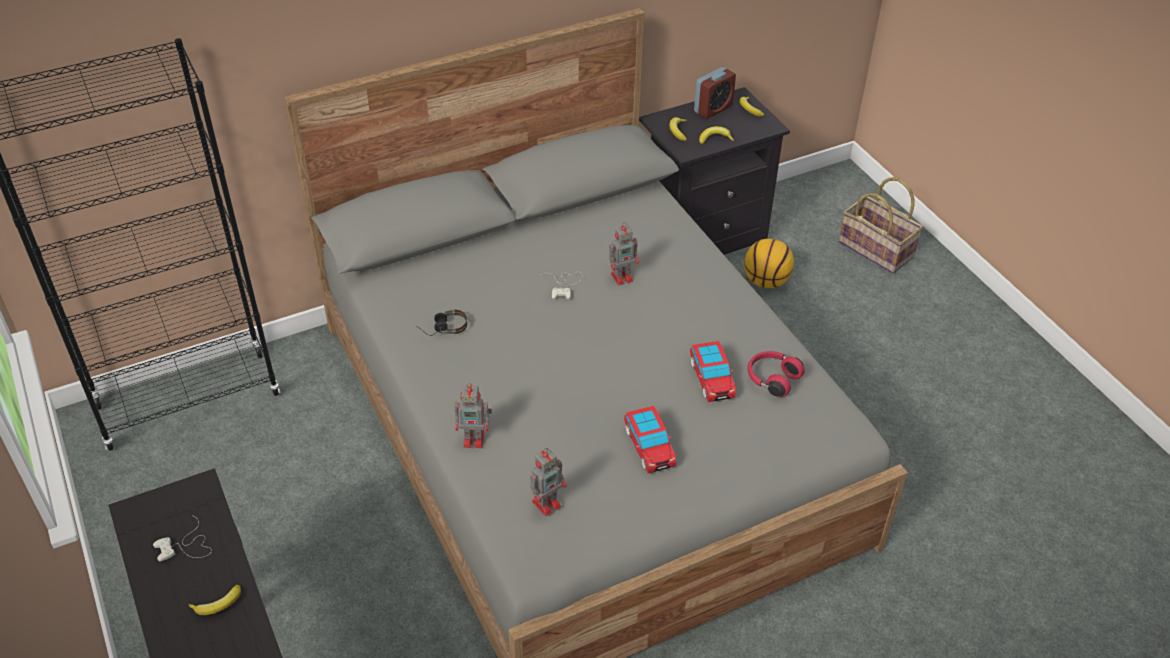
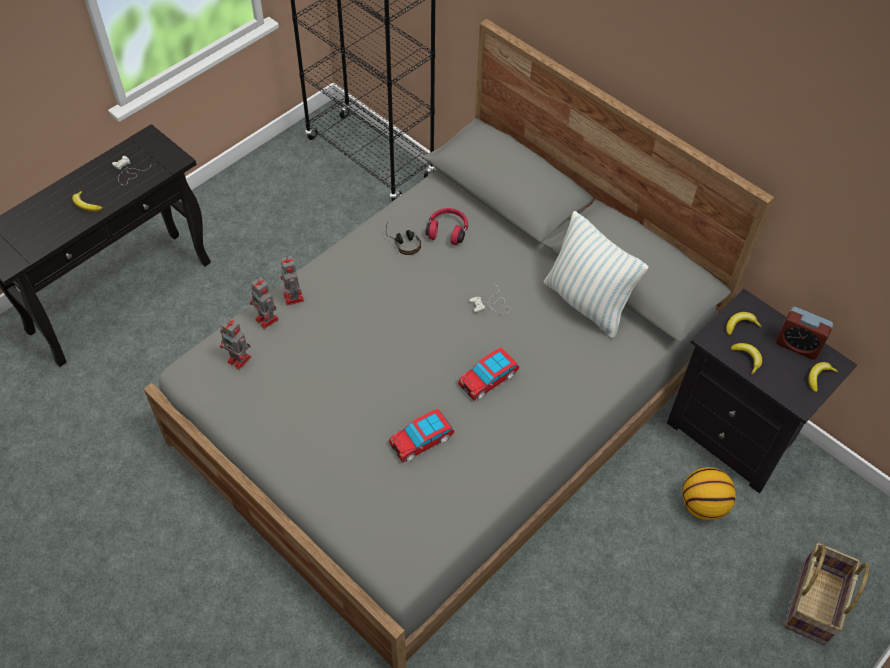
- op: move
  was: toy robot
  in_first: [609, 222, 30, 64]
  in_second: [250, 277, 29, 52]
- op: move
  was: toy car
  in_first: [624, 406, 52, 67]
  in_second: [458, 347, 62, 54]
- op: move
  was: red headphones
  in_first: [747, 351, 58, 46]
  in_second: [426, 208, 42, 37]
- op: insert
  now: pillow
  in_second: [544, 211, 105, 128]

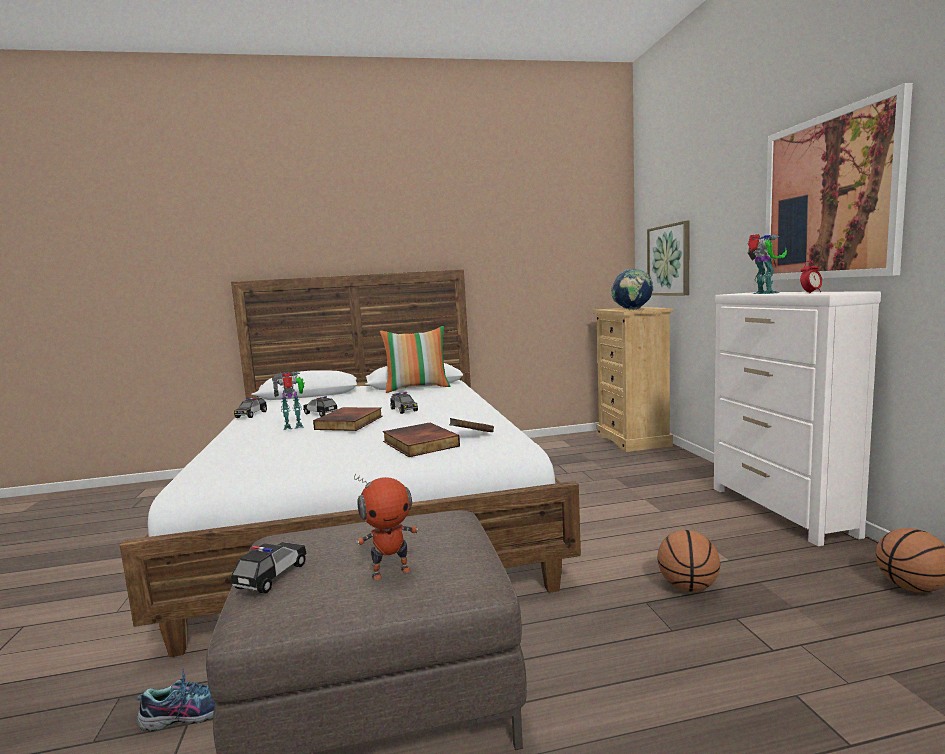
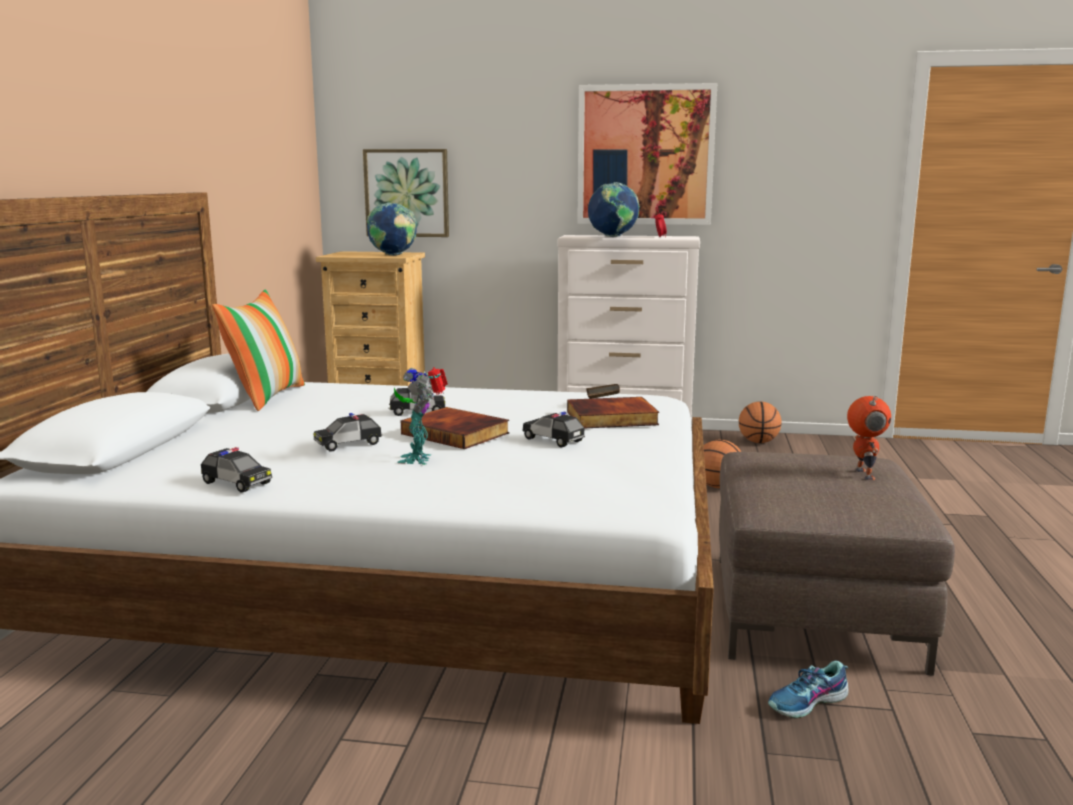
- op: rotate
  was: shoe
  in_first: [137, 668, 78, 63]
  in_second: [768, 661, 81, 58]
  clockwise: -120
- op: move
  was: toy car
  in_first: [231, 542, 76, 52]
  in_second: [522, 412, 63, 36]
- op: replace
  was: toy robot
  now: globe
  in_first: [748, 234, 39, 60]
  in_second: [588, 182, 52, 55]

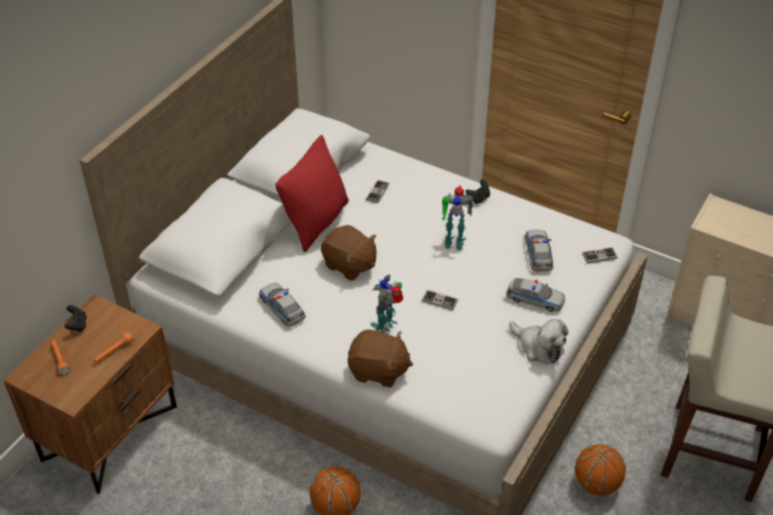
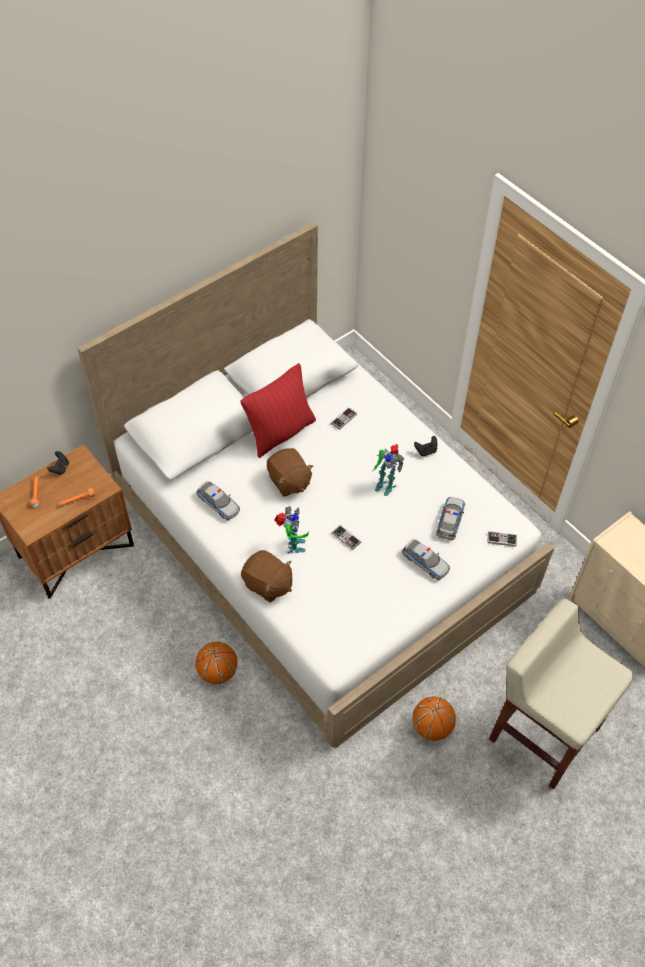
- op: rotate
  was: toy car
  in_first: [259, 283, 47, 44]
  in_second: [196, 481, 44, 39]
  clockwise: 150
- op: rotate
  was: toy robot
  in_first: [371, 274, 32, 59]
  in_second: [275, 506, 34, 48]
  clockwise: 120
- op: delete
  was: plush toy
  in_first: [509, 319, 60, 45]

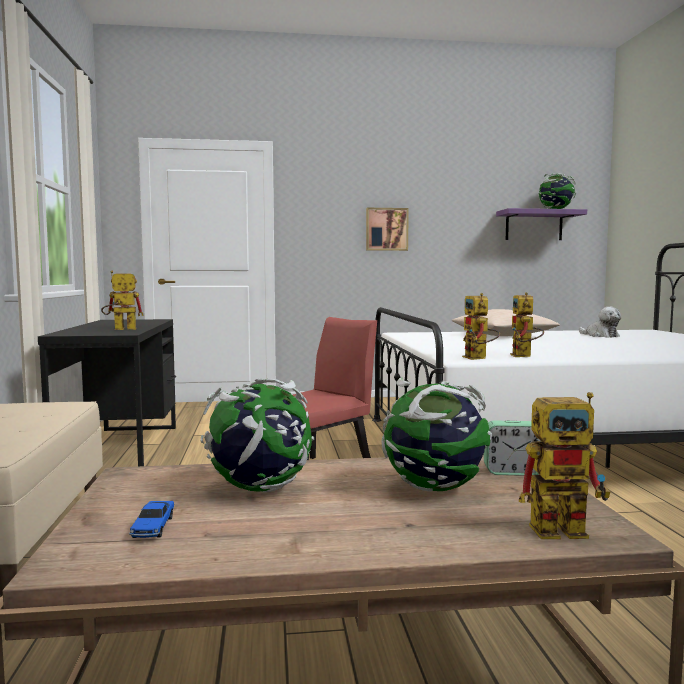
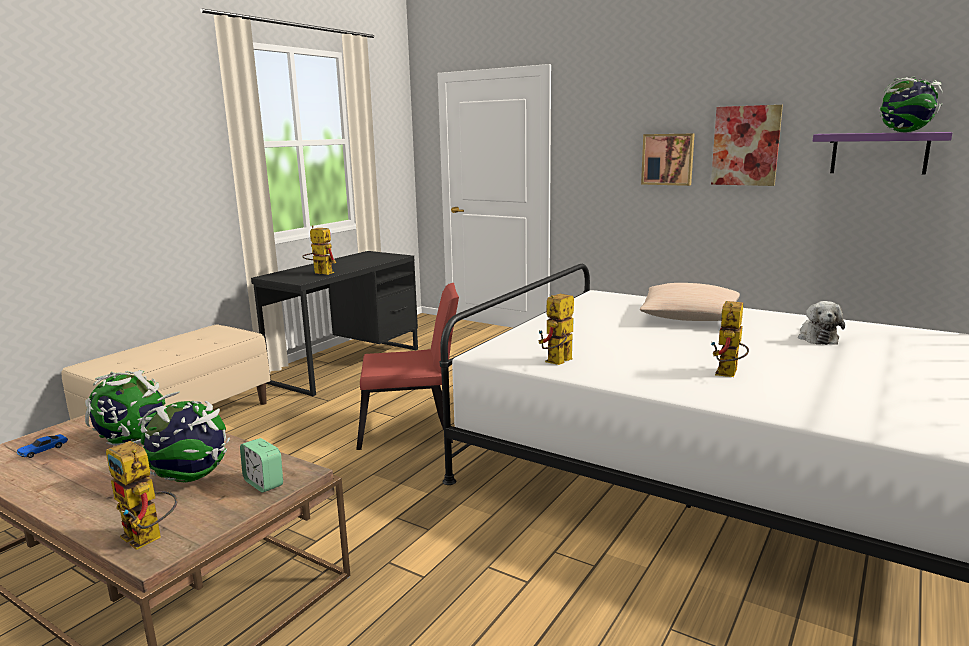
- op: move
  was: toy robot
  in_first: [462, 293, 38, 67]
  in_second: [711, 301, 38, 76]
- op: insert
  now: picture
  in_second: [711, 105, 72, 81]

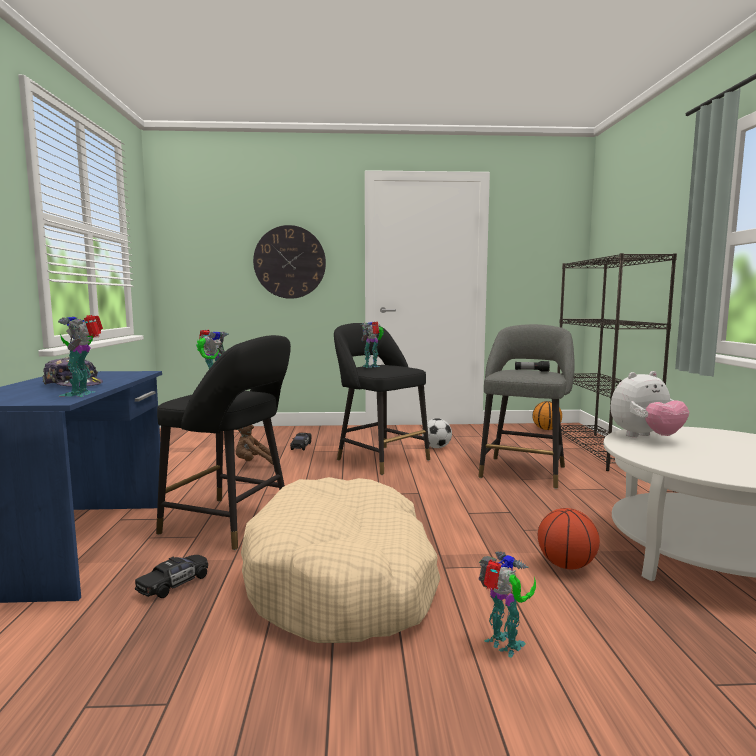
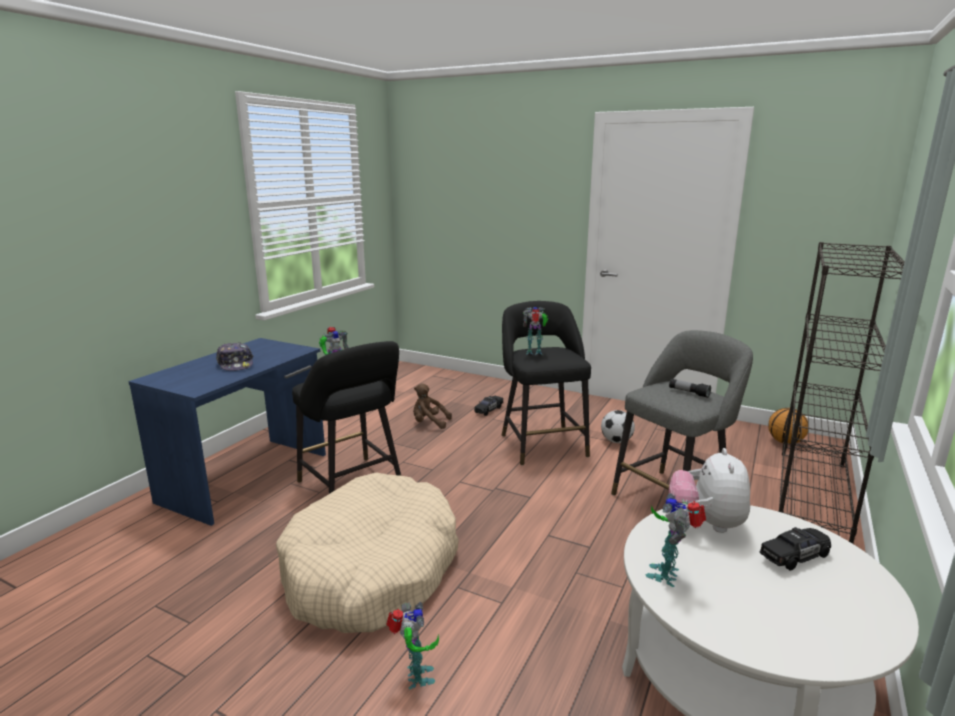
- op: move
  was: toy robot
  in_first: [58, 315, 45, 82]
  in_second: [646, 493, 60, 94]
- op: move
  was: black toy car
  in_first: [135, 555, 73, 43]
  in_second: [760, 527, 71, 44]
- op: delete
  was: wall clock
  in_first: [253, 225, 73, 74]
- op: delete
  was: basketball
  in_first: [538, 508, 62, 61]
- op: rotate
  was: plush toy
  in_first: [610, 371, 79, 66]
  in_second: [669, 448, 81, 85]
  clockwise: 90

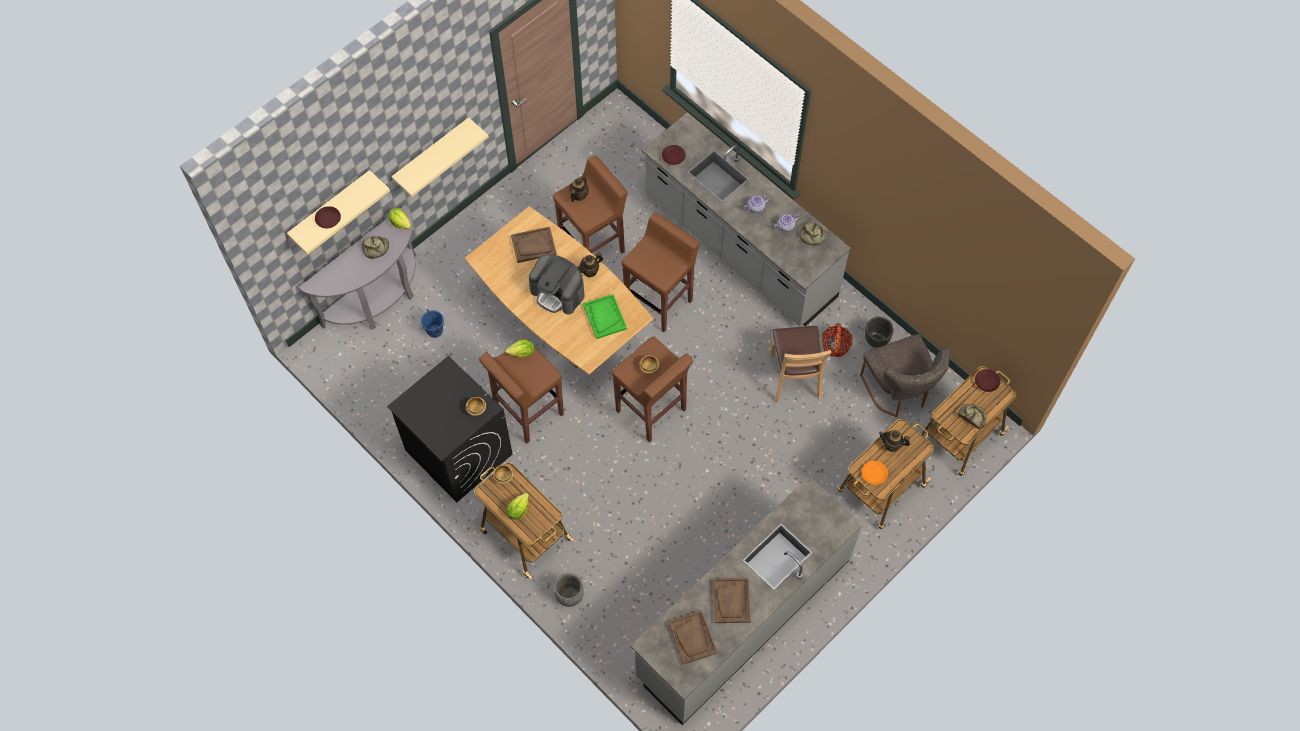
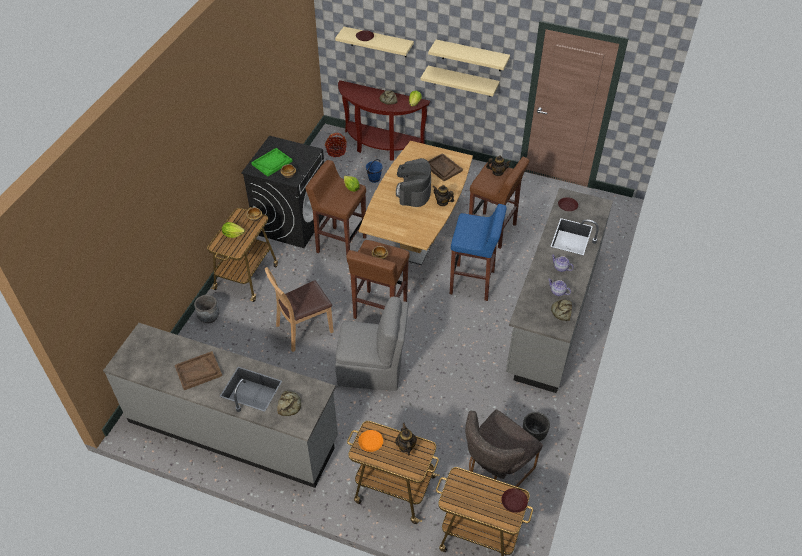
- op: recolor
  was: grey console table
  now: brown console table
  in_first: [299, 205, 117, 125]
  in_second: [338, 80, 92, 81]
- op: move
  was: green tray
  in_first: [583, 294, 44, 45]
  in_second: [251, 148, 42, 29]
- op: recolor
  was: brown stool
  now: blue stool
  in_first: [622, 213, 78, 119]
  in_second: [450, 204, 57, 97]
- op: delete
  was: brown tray
  in_first: [668, 610, 49, 55]
- op: move
  was: brown chair
  in_first: [770, 326, 61, 77]
  in_second: [265, 267, 69, 85]
- op: move
  was: basket
  in_first: [822, 323, 31, 34]
  in_second: [325, 133, 22, 24]
- op: move
  was: bread
  in_first: [957, 404, 29, 25]
  in_second: [277, 391, 24, 25]
- op: insert
  now: grey chair
  in_second: [335, 296, 74, 95]
- op: insert
  now: beige shelf
  in_second: [428, 40, 82, 31]

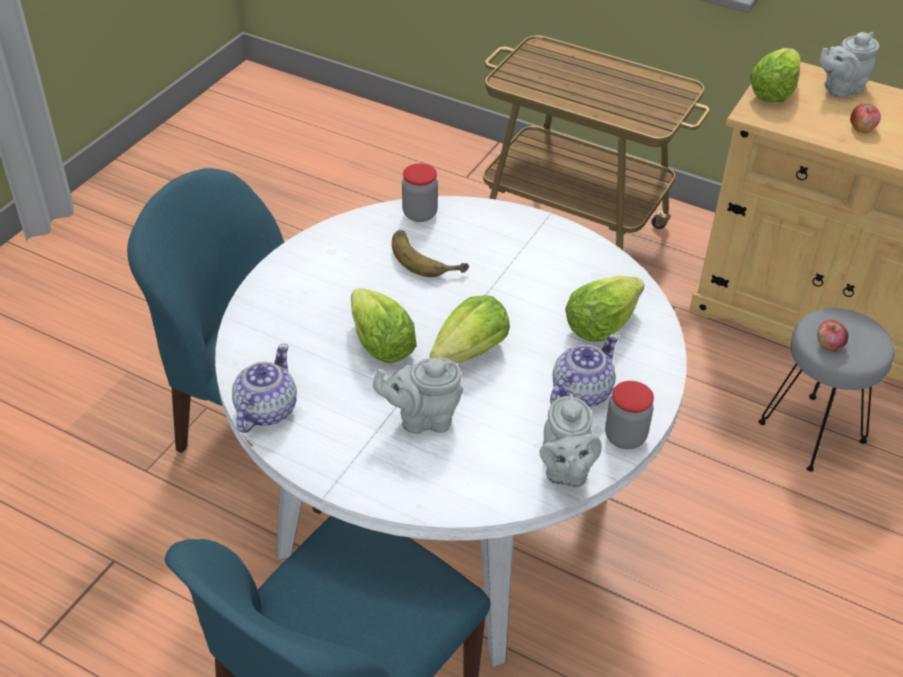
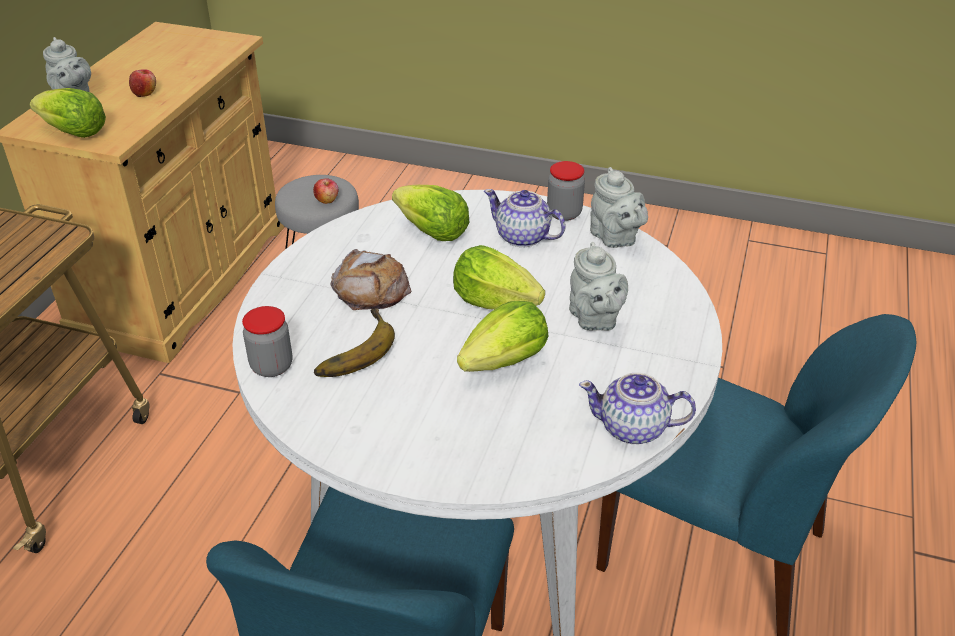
- op: rotate
  was: grey teapot
  in_first: [540, 394, 62, 94]
  in_second: [590, 167, 58, 81]
  clockwise: 75
- op: insert
  now: bread
  in_second: [330, 249, 81, 61]

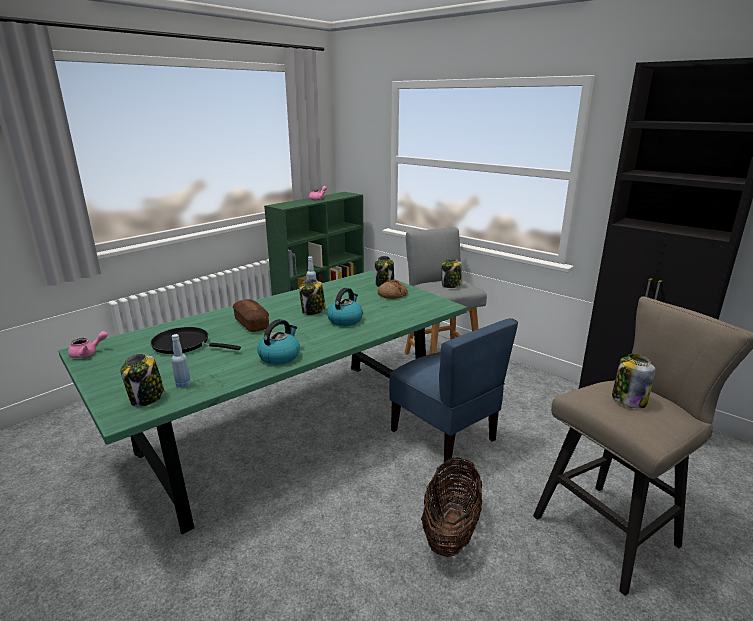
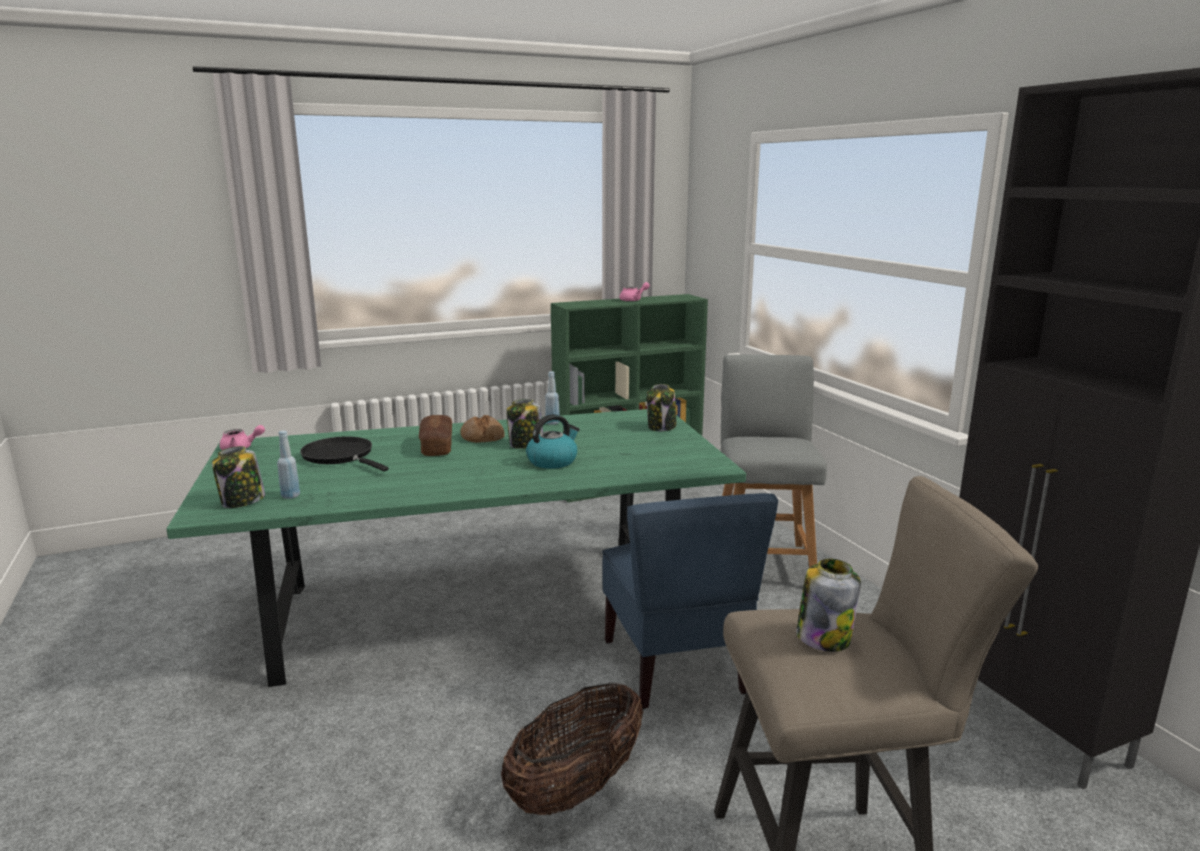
- op: delete
  was: kettle
  in_first: [257, 319, 43, 46]
- op: move
  was: bread
  in_first: [377, 279, 31, 20]
  in_second: [461, 415, 44, 28]
- op: delete
  was: jar
  in_first: [441, 259, 21, 29]

